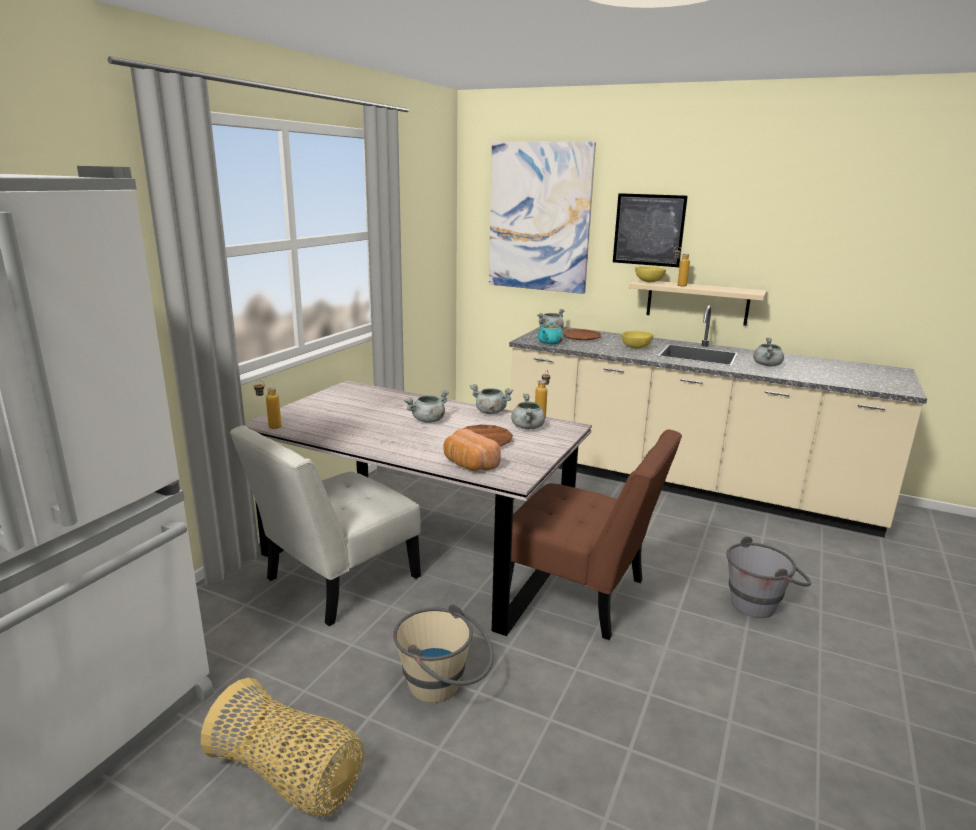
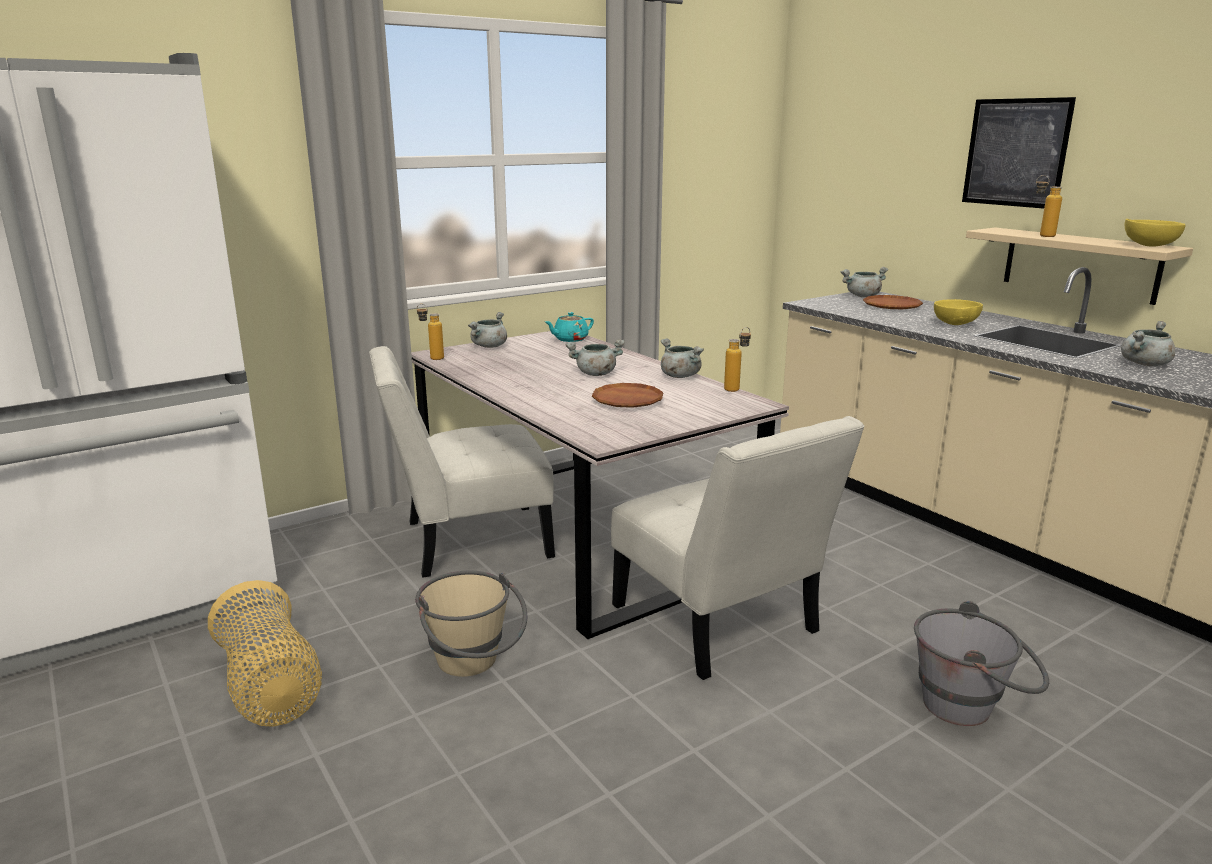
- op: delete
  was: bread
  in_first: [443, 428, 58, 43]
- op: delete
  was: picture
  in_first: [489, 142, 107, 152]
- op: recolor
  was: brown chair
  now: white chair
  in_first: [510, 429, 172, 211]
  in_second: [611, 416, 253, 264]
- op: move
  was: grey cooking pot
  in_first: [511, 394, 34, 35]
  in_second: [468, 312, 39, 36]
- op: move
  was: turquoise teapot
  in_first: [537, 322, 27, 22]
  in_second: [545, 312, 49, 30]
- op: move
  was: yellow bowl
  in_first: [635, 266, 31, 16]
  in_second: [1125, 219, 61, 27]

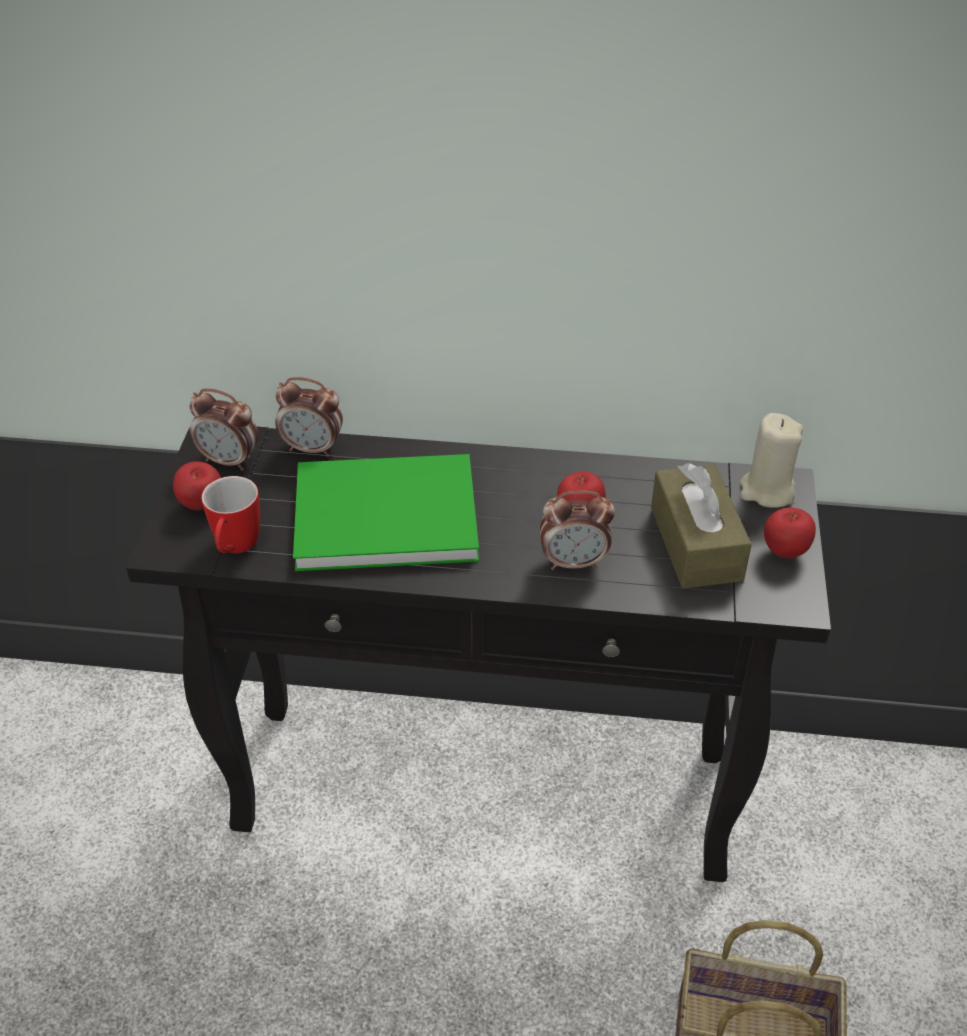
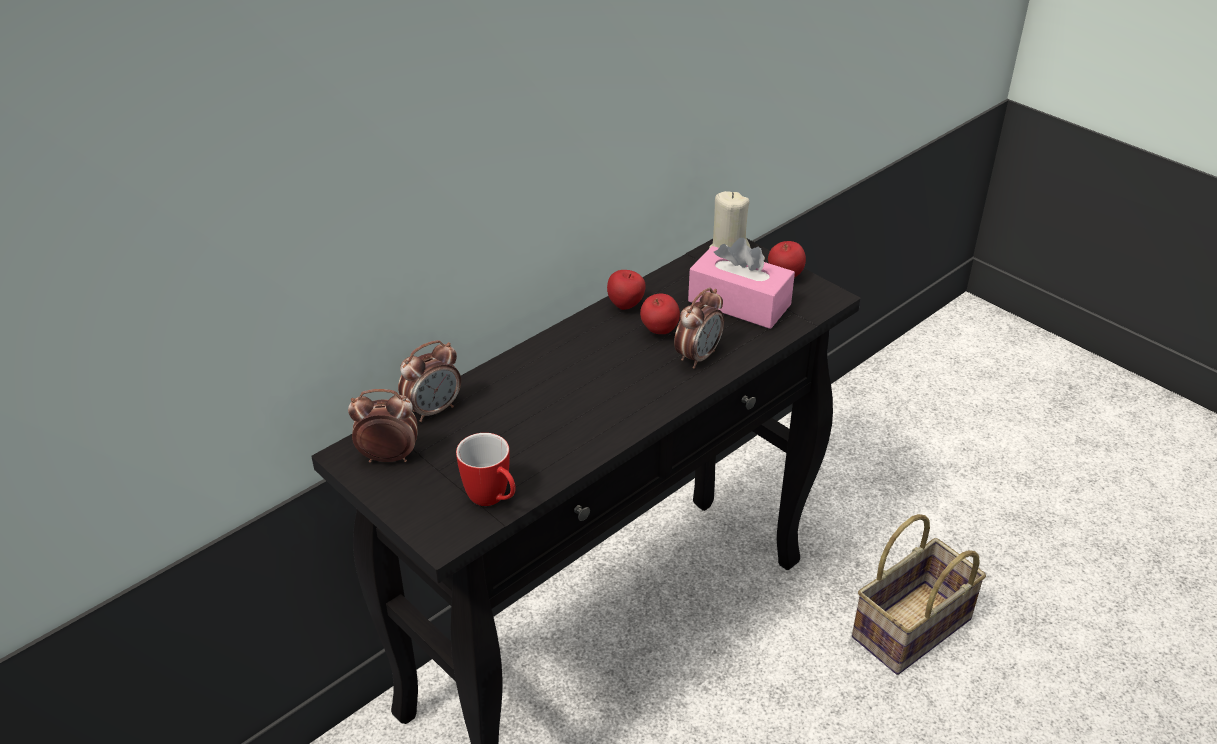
- op: move
  was: apple
  in_first: [173, 461, 48, 49]
  in_second: [607, 270, 39, 40]
- op: rotate
  was: alarm clock
  in_first: [189, 388, 69, 83]
  in_second: [348, 389, 70, 74]
  clockwise: -150
- op: delete
  was: green book
  in_first: [293, 454, 186, 117]
- op: recolor
  was: brown tissue box
  now: pink tissue box
  in_first: [651, 463, 101, 125]
  in_second: [688, 238, 107, 91]

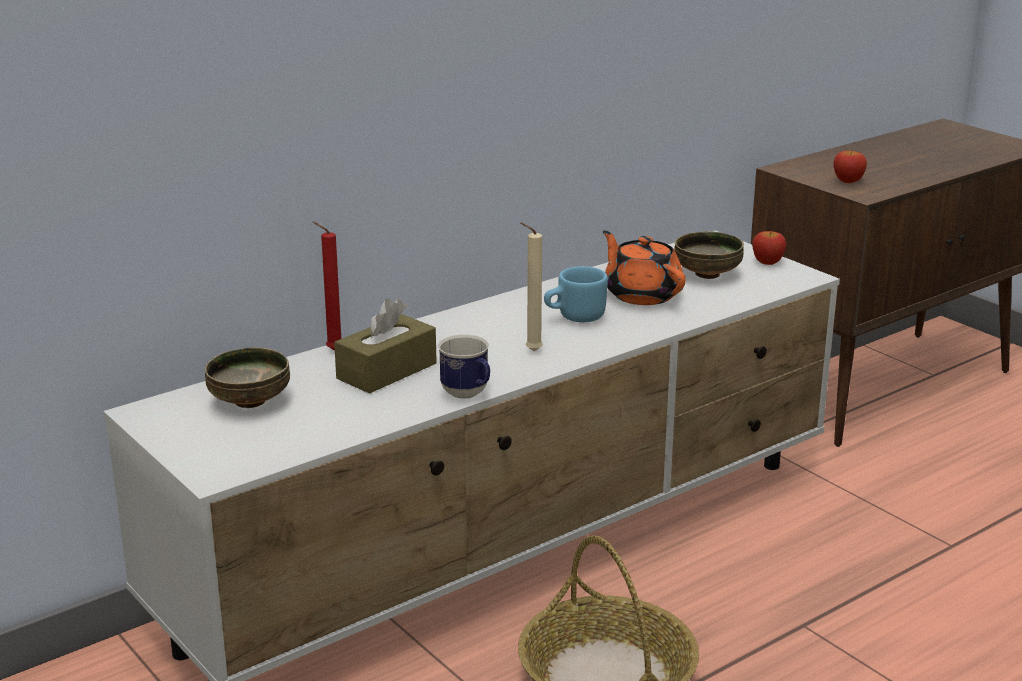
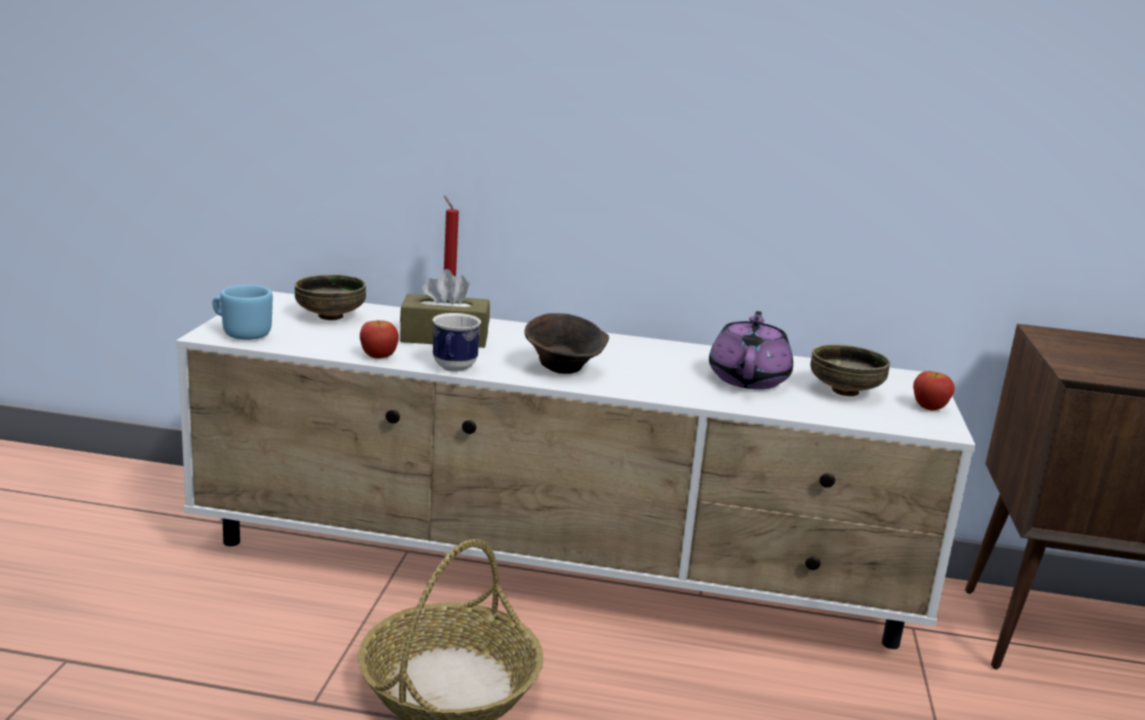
- op: replace
  was: beige candle
  now: brown bowl
  in_first: [520, 222, 23, 129]
  in_second: [524, 313, 85, 61]
- op: move
  was: blue mug
  in_first: [544, 266, 64, 56]
  in_second: [212, 285, 61, 55]
- op: recolor
  was: orange teapot
  now: purple teapot
  in_first: [603, 230, 83, 75]
  in_second: [709, 311, 84, 78]
- op: move
  was: apple
  in_first: [833, 151, 34, 32]
  in_second: [360, 320, 39, 39]

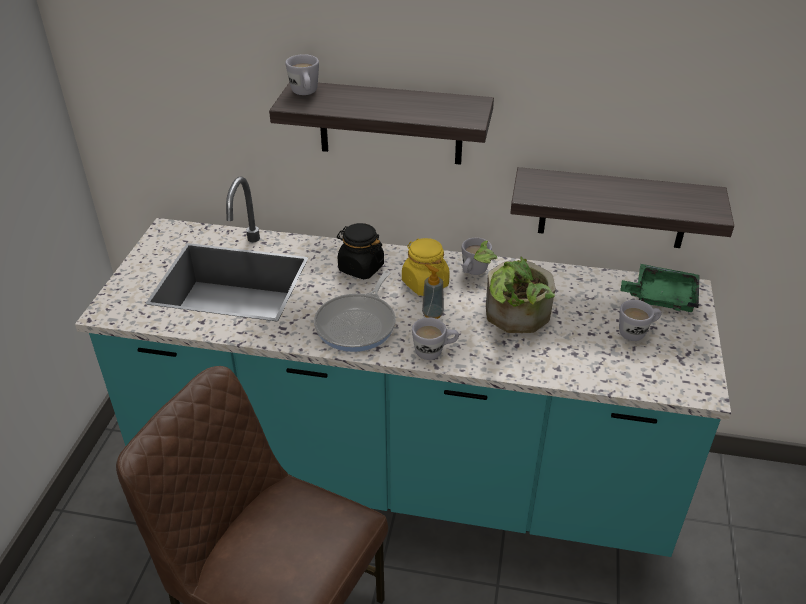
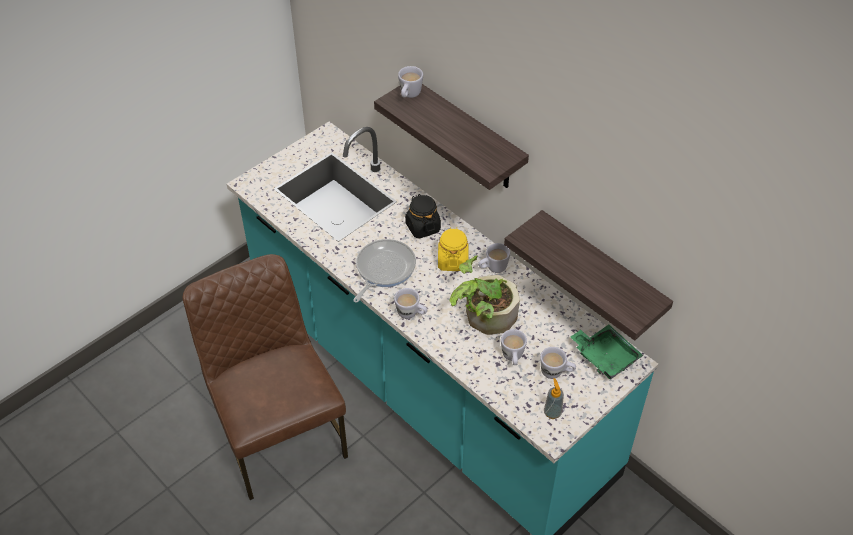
- op: rotate
  was: frying pan
  in_first: [314, 270, 82, 82]
  in_second: [353, 239, 63, 64]
  clockwise: 150
- op: move
  was: soap dispenser
  in_first: [422, 264, 22, 55]
  in_second: [544, 378, 20, 41]
- op: insert
  now: white mug
  in_second: [501, 329, 26, 36]

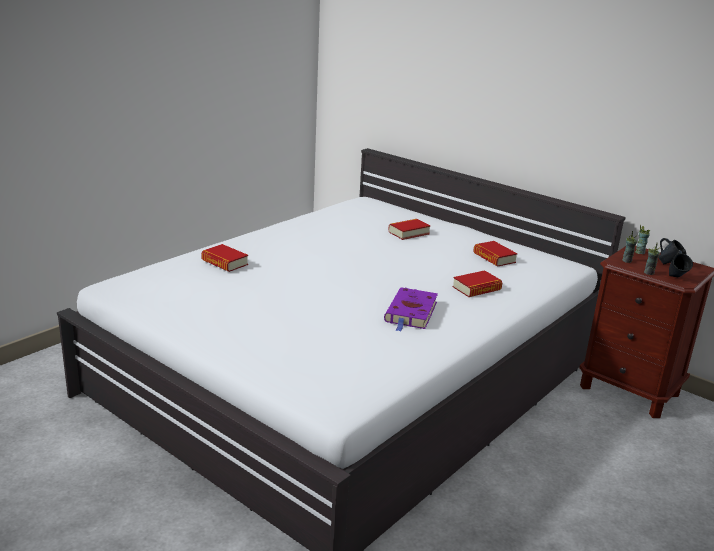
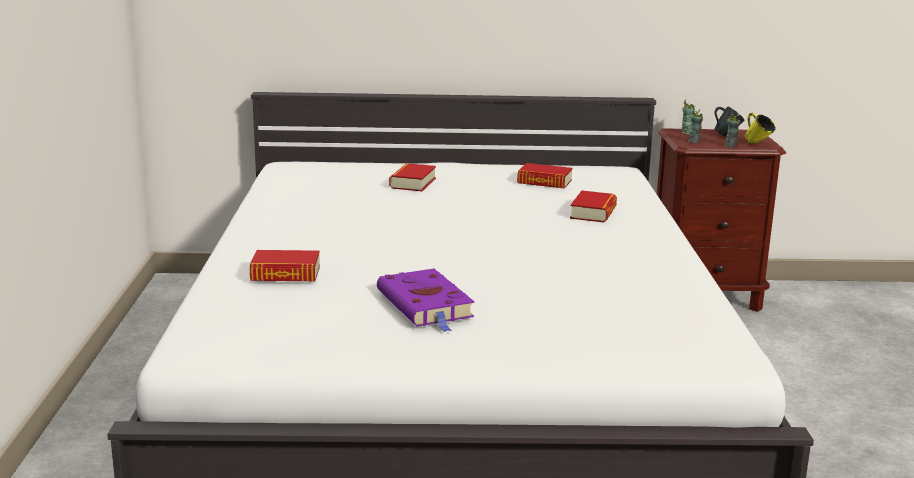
- op: move
  was: purple book
  in_first: [384, 287, 54, 45]
  in_second: [377, 269, 97, 63]
- op: recolor
  was: blue mug
  now: yellow mug
  in_first: [669, 250, 24, 27]
  in_second: [745, 113, 31, 31]

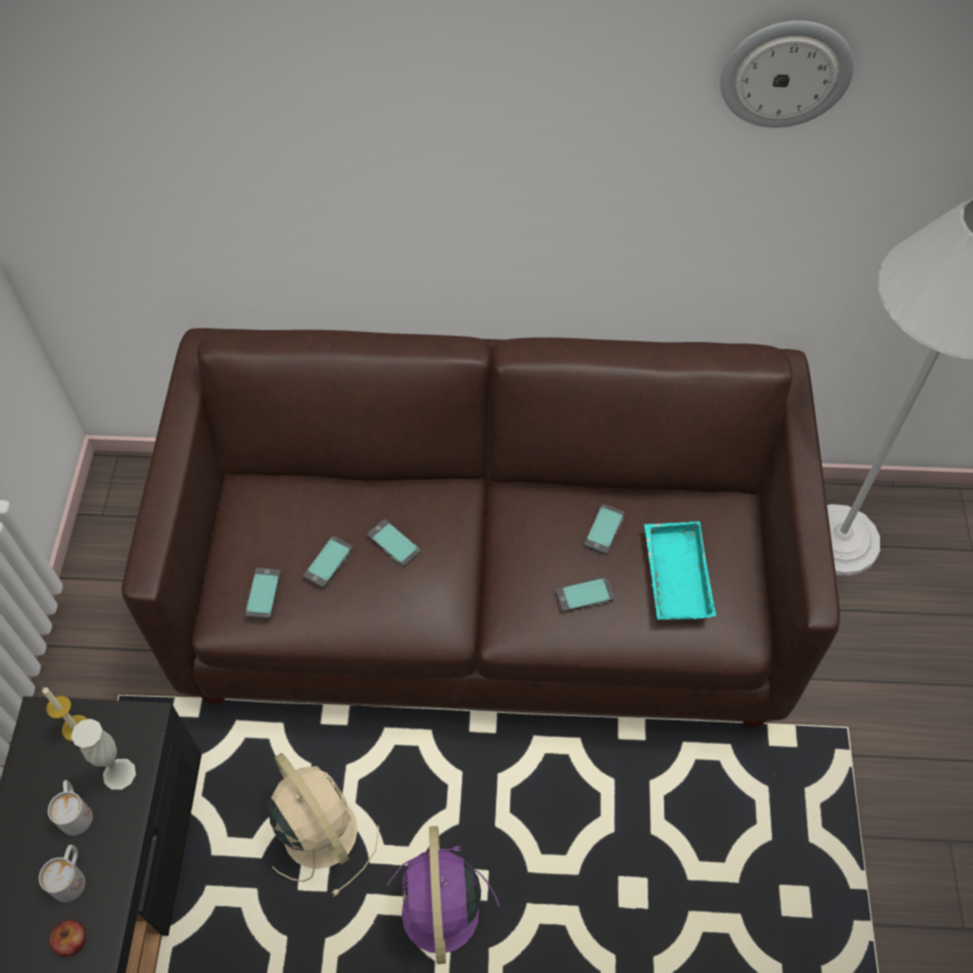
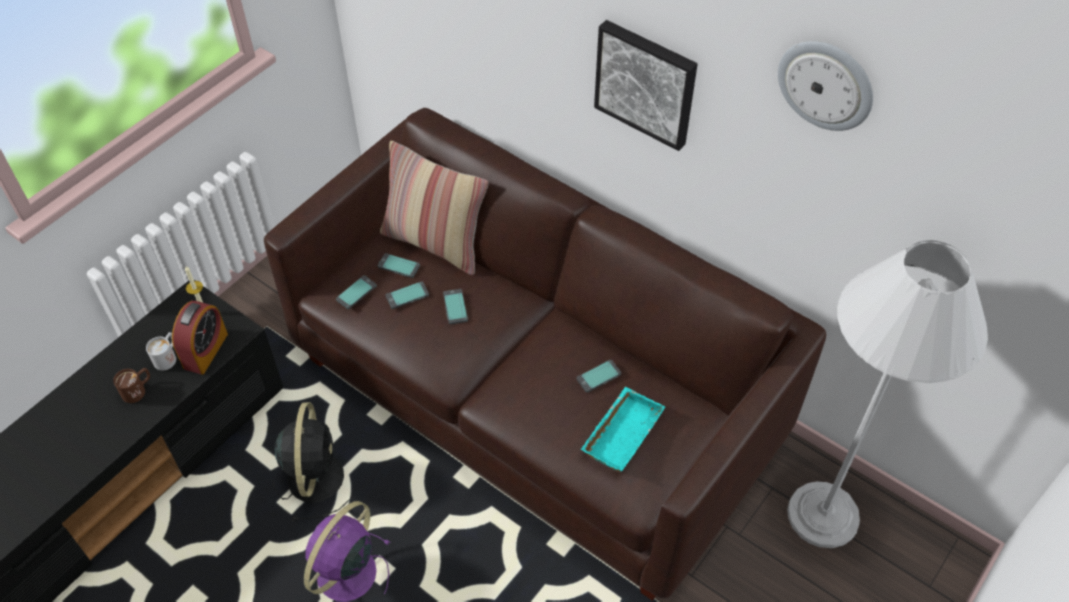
- op: recolor
  was: white mug
  now: brown mug
  in_first: [39, 845, 46, 57]
  in_second: [113, 368, 37, 35]
- op: delete
  was: apple
  in_first: [50, 920, 36, 37]
- op: replace
  was: white vase
  now: alarm clock
  in_first: [71, 719, 65, 71]
  in_second: [172, 301, 56, 74]
- op: recolor
  was: beige fan
  now: black fan
  in_first: [268, 753, 111, 144]
  in_second: [272, 402, 80, 119]
- op: move
  was: phone
  in_first: [556, 577, 58, 35]
  in_second: [378, 253, 42, 25]
- op: insert
  now: pillow
  in_second: [380, 141, 109, 134]
- op: insert
  now: picture
  in_second: [594, 20, 104, 131]

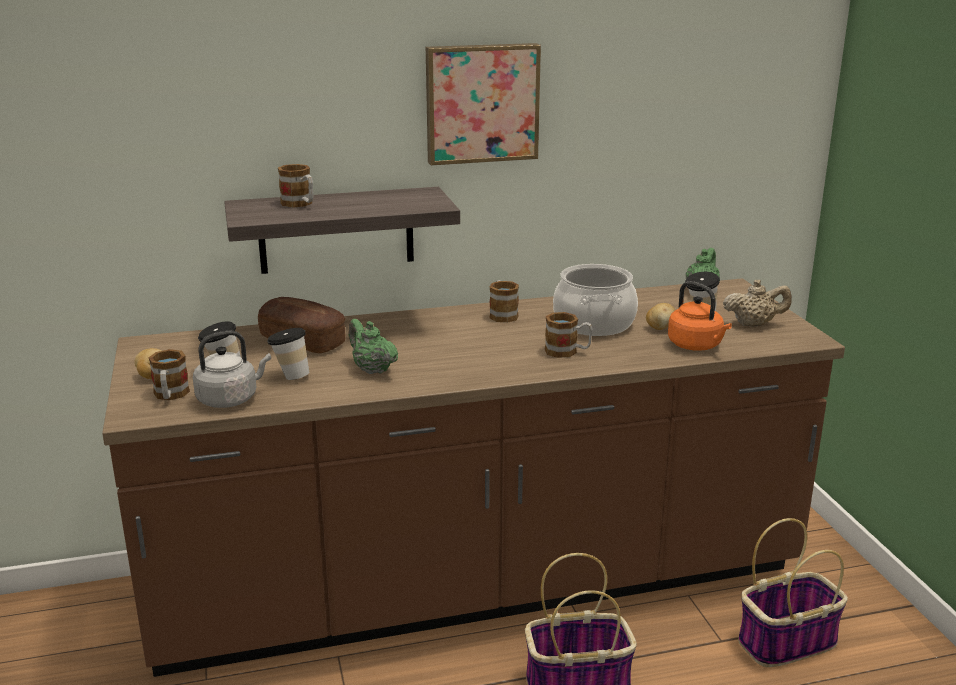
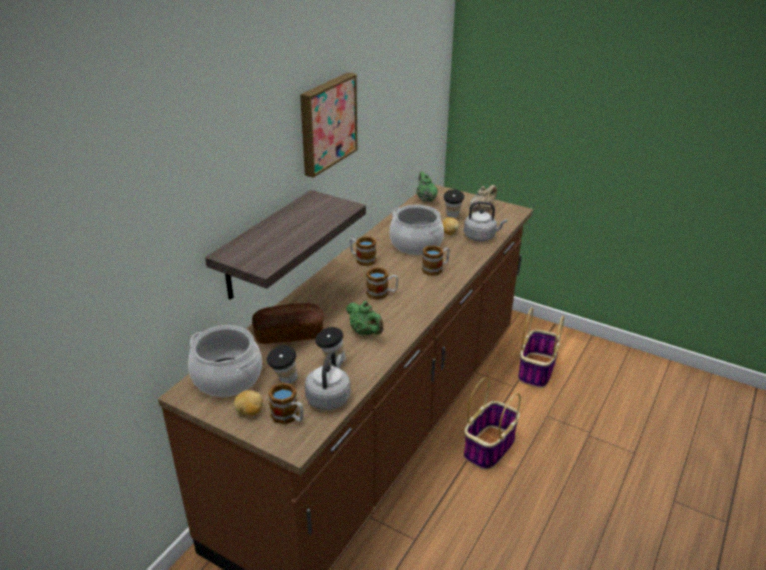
- op: move
  was: mug
  in_first: [278, 164, 35, 43]
  in_second: [366, 267, 32, 33]
- op: rotate
  was: green teapot
  in_first: [348, 319, 50, 55]
  in_second: [346, 301, 37, 34]
  clockwise: -135
- op: recolor
  was: orange kettle
  now: grey kettle
  in_first: [668, 281, 64, 70]
  in_second: [464, 201, 43, 41]
- op: insert
  now: cooking pot
  in_second: [188, 325, 74, 72]

